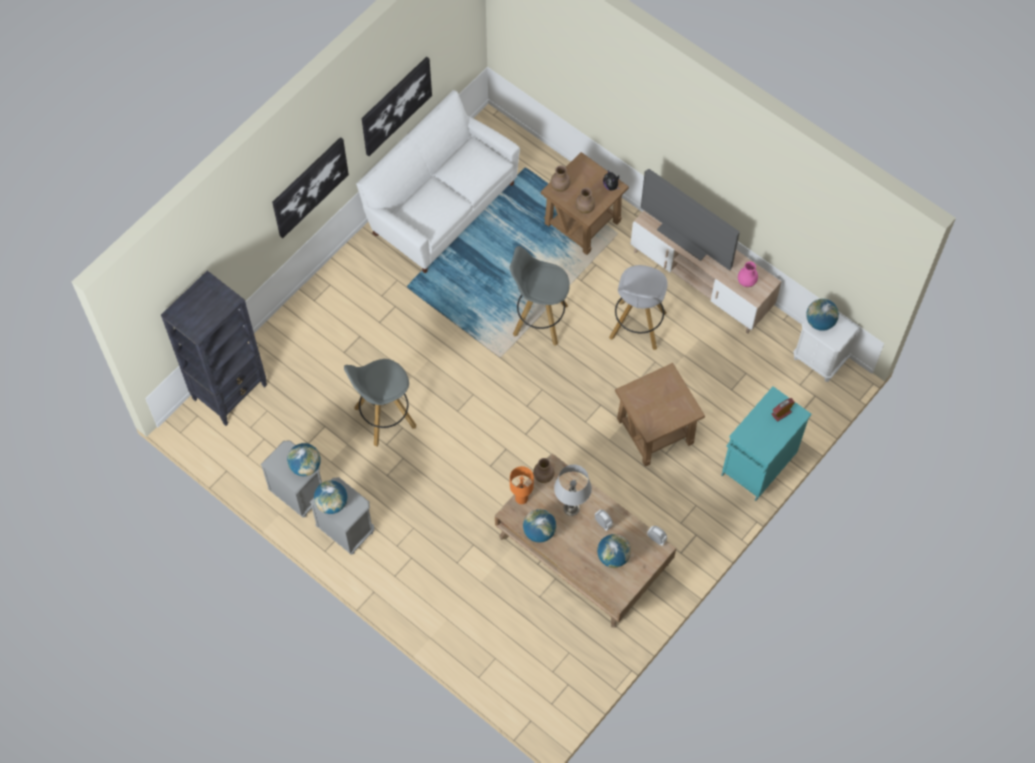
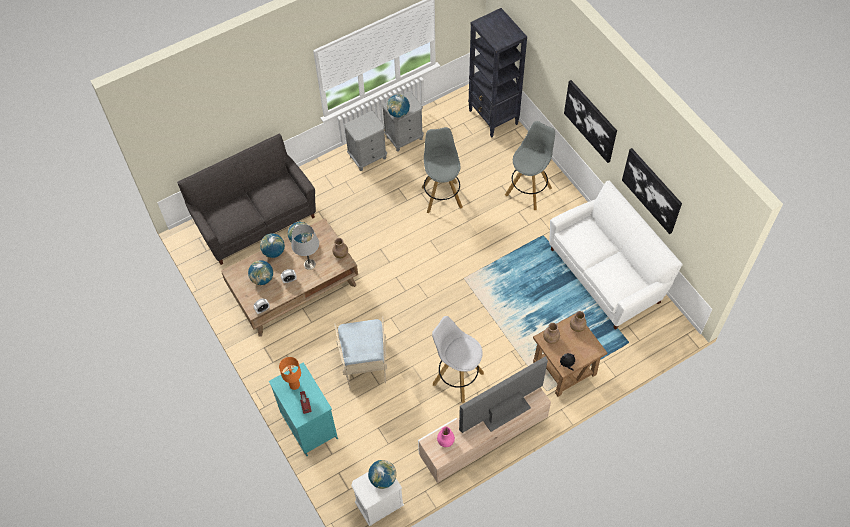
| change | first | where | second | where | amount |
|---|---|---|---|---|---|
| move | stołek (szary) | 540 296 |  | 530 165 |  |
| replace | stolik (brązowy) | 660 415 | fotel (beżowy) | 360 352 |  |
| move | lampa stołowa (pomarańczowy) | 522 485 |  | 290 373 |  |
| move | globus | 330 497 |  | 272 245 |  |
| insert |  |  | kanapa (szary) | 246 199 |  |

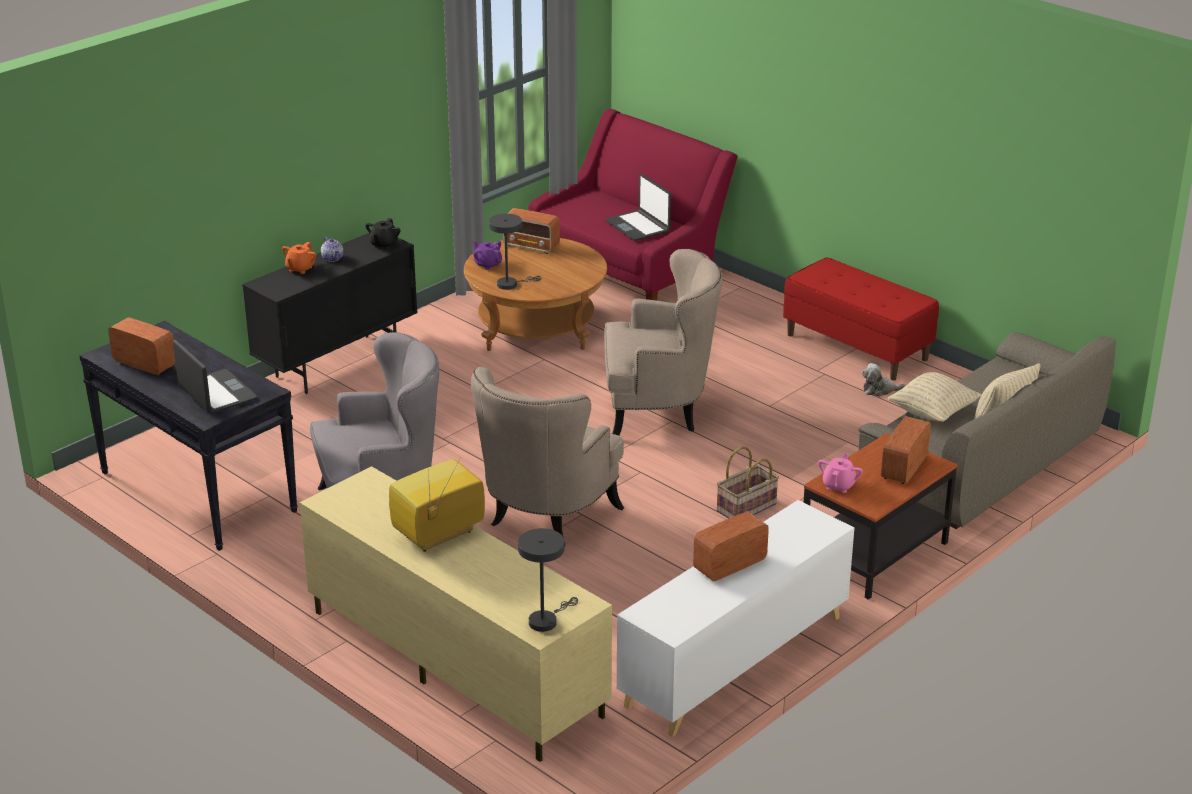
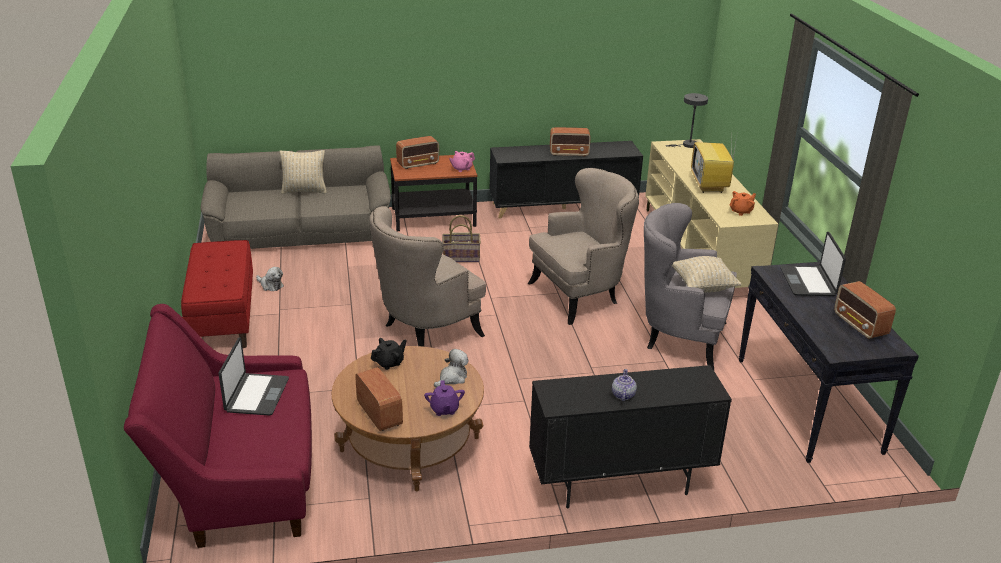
| change | first | where | second | where | amount |
|---|---|---|---|---|---|
| replace | lampa stołowa (szary) | 515 252 | pluszak | 451 368 |  |
| move | imbryk (czarny) | 383 233 |  | 389 354 |  |
| move | imbryk (pomarańczowy) | 299 258 |  | 742 203 |  |
| rotate | fotel (beżowy) | 663 342 |  | 427 276 | 75 degrees counterclockwise |
| move | poduszka (beżowy) | 934 397 |  | 706 274 |  |
| rotate | telewizor | 437 505 |  | 714 164 | 90 degrees clockwise |
| recolor | szafka (biały) | 735 618 | szafka (czarny) | 566 179 |  |

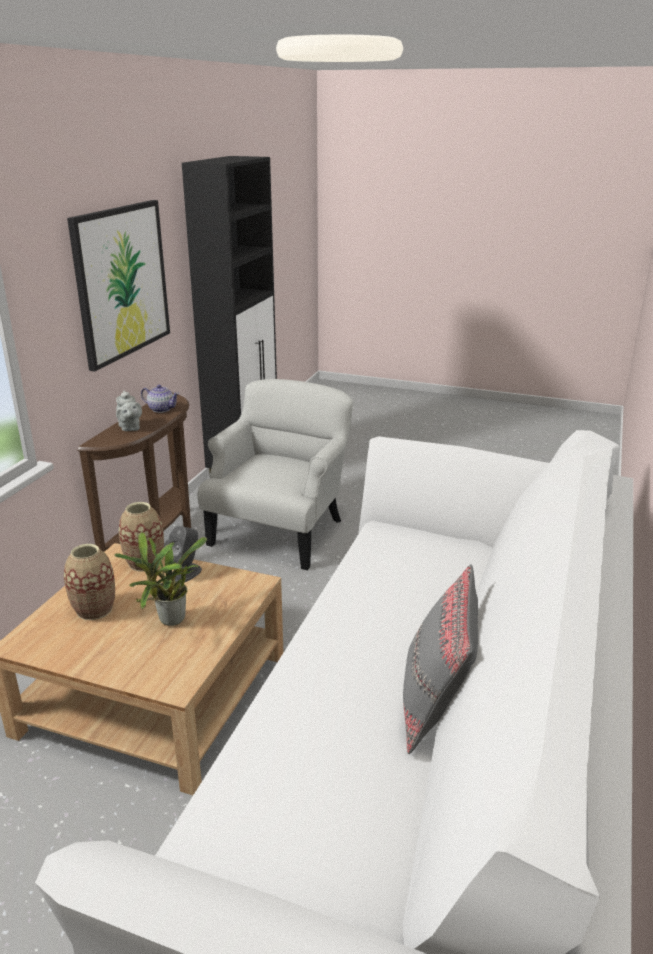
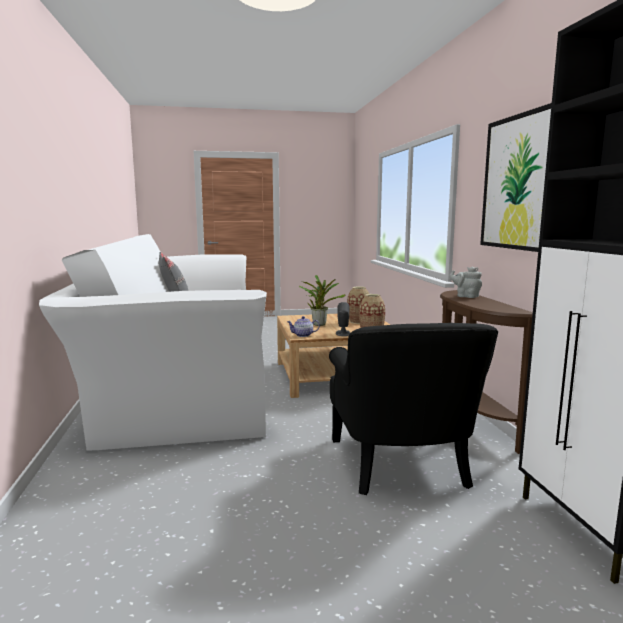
| change | first | where | second | where | amount |
|---|---|---|---|---|---|
| recolor | fotel (biały) | 275 474 | fotel (czarny) | 413 409 |  |
| move | imbryk | 160 399 |  | 303 326 |  |

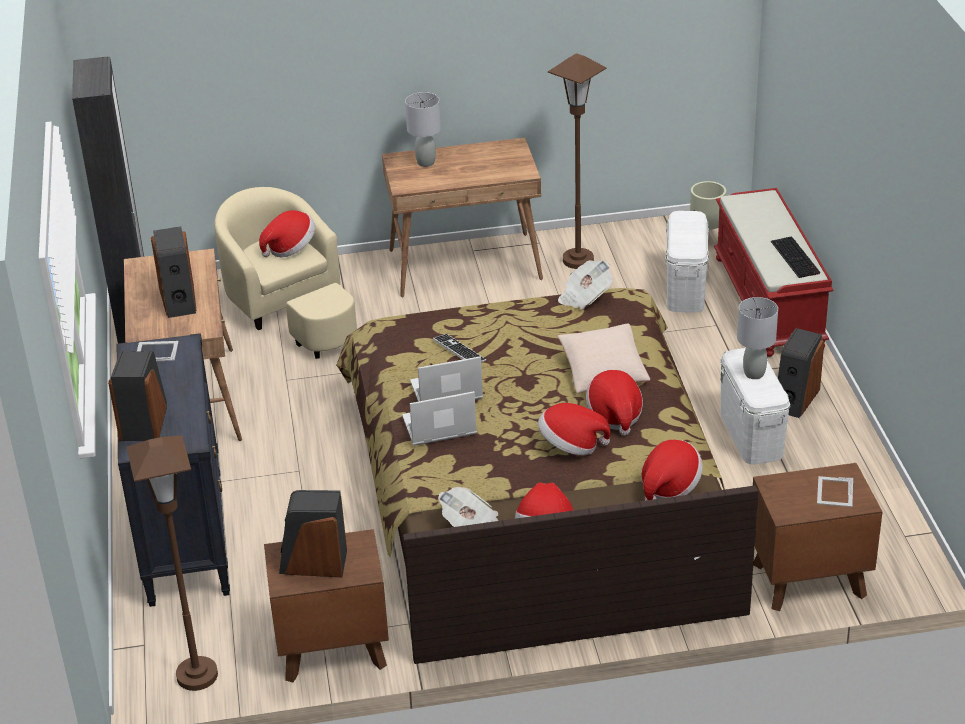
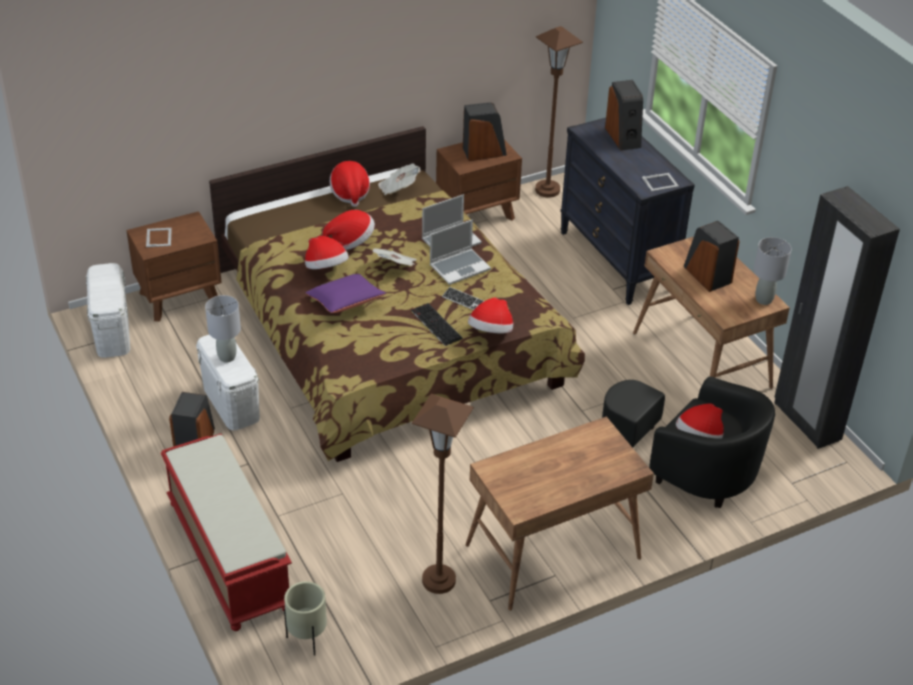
| change | first | where | second | where | amount |
|---|---|---|---|---|---|
| move | lampa stołowa (szary) | 423 129 |  | 773 271 |  |
| recolor | fotel (beżowy) | 285 273 | fotel (czarny) | 688 442 |  |
| move | pojemnik do przechowywania (biały) | 687 262 |  | 108 310 |  |
| move | klawiatura | 795 257 |  | 437 324 |  |
| move | gazeta | 585 284 |  | 395 257 |  |
| recolor | poduszka (beżowy) | 603 358 | poduszka (fioletowy) | 346 293 |  |
| move | kapelusz | 672 470 |  | 490 316 |  |

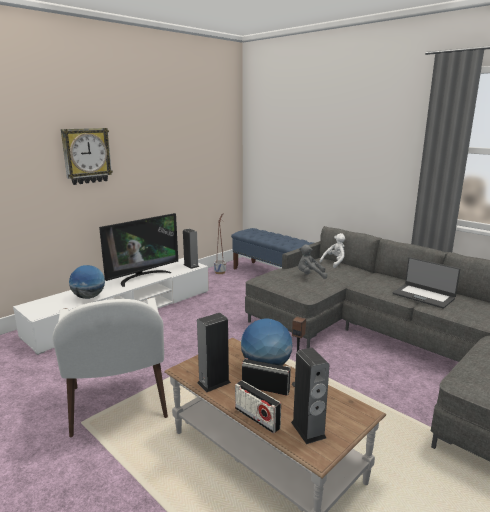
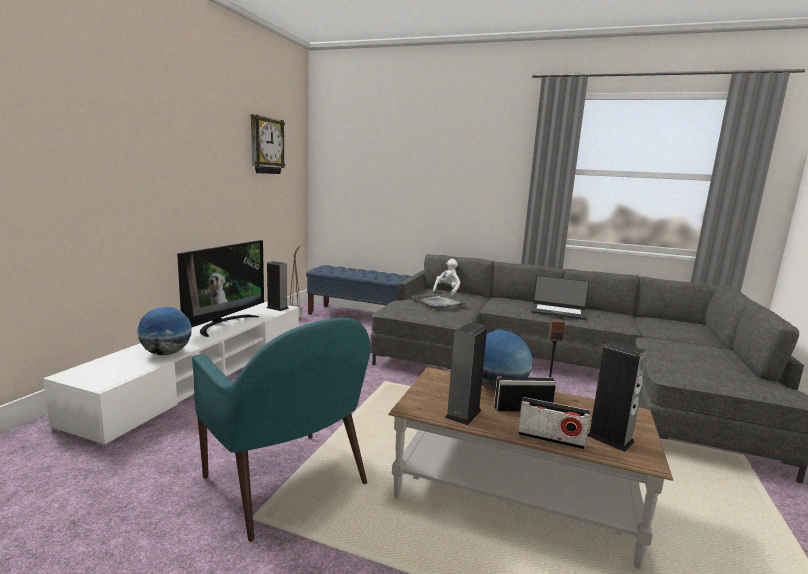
| change | first | where | second | where | amount |
|---|---|---|---|---|---|
| move | zegar ścienny | 87 156 |  | 268 144 |  |
| replace | pluszak (szary) | 312 262 | taca (szary) | 440 301 |  |
| recolor | fotel (biały) | 110 367 | fotel (turkusowy) | 281 430 |  |

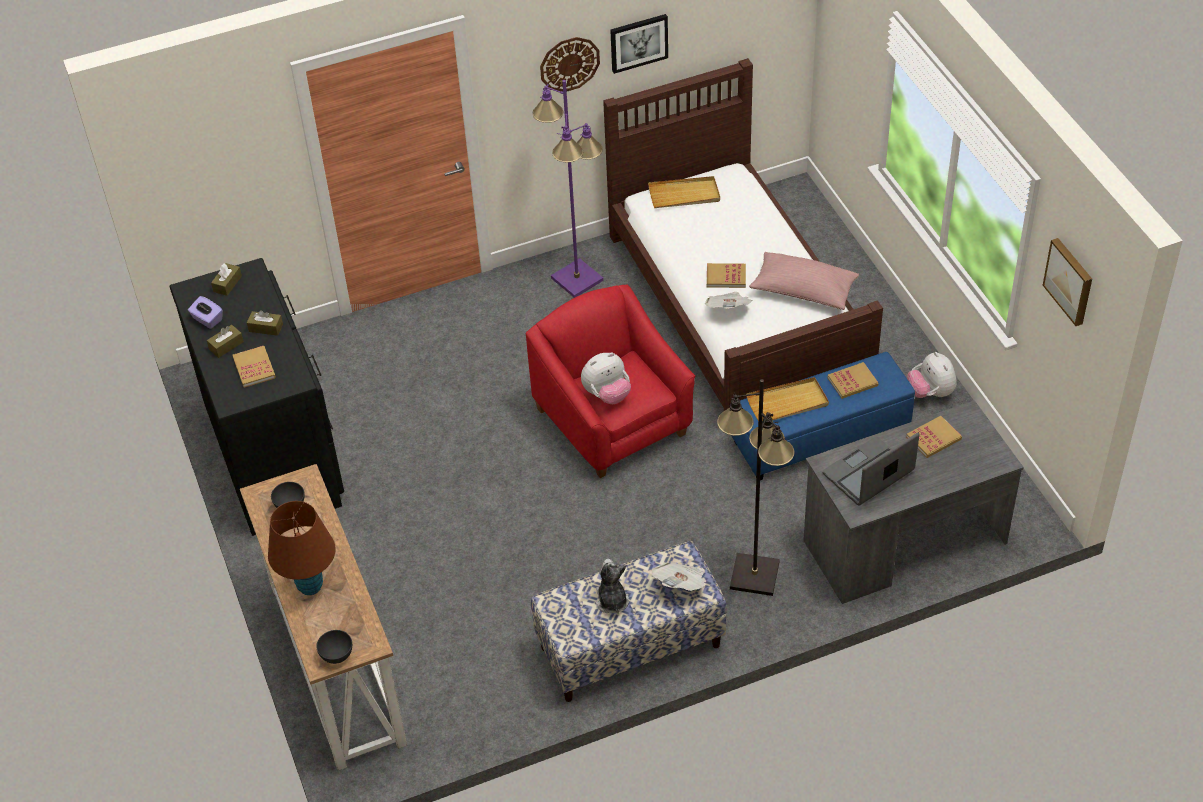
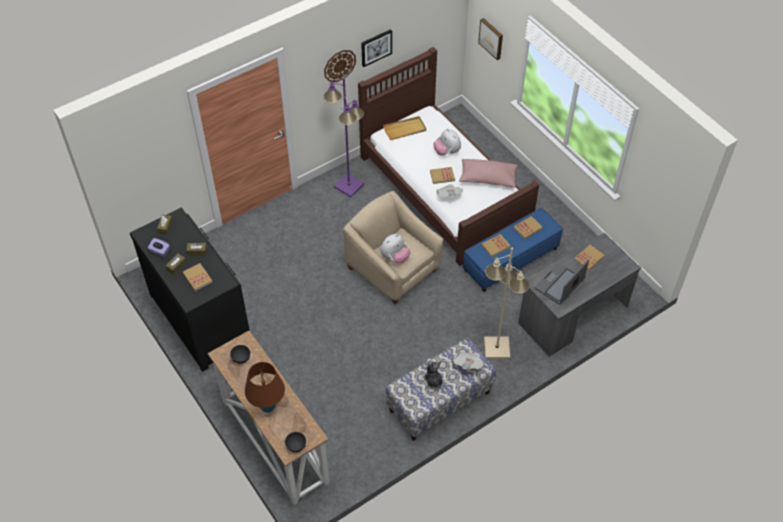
| change | first | where | second | where | amount |
|---|---|---|---|---|---|
| move | obraz | 1067 282 |  | 490 39 |  |
| recolor | fotel (czerwony) | 610 381 | fotel (beżowy) | 393 247 |  |
| move | pluszak | 931 375 |  | 447 142 |  |
| replace | taca (beżowy) | 787 399 | książka | 496 245 |  |
| recolor | lampa stojąca (czarny) | 756 487 | lampa stojąca (beżowy) | 507 303 |  |

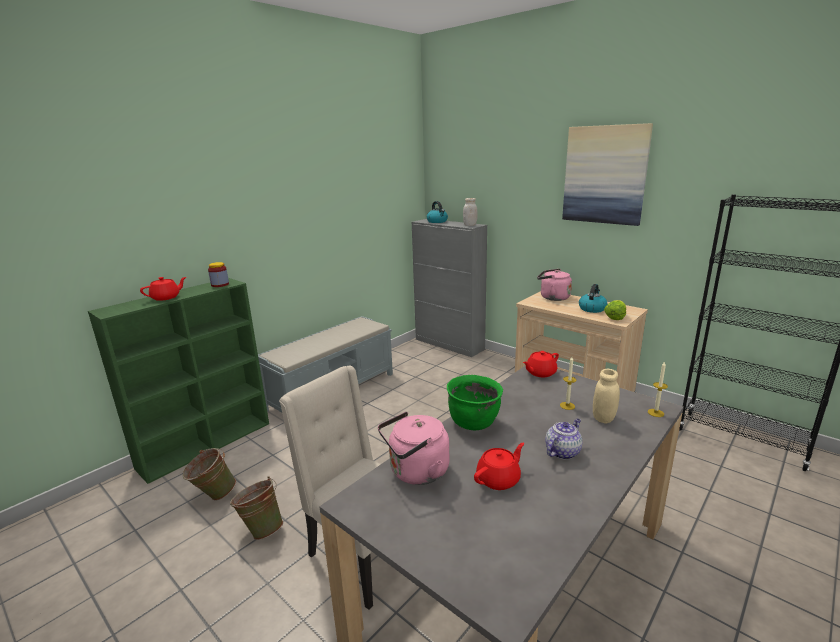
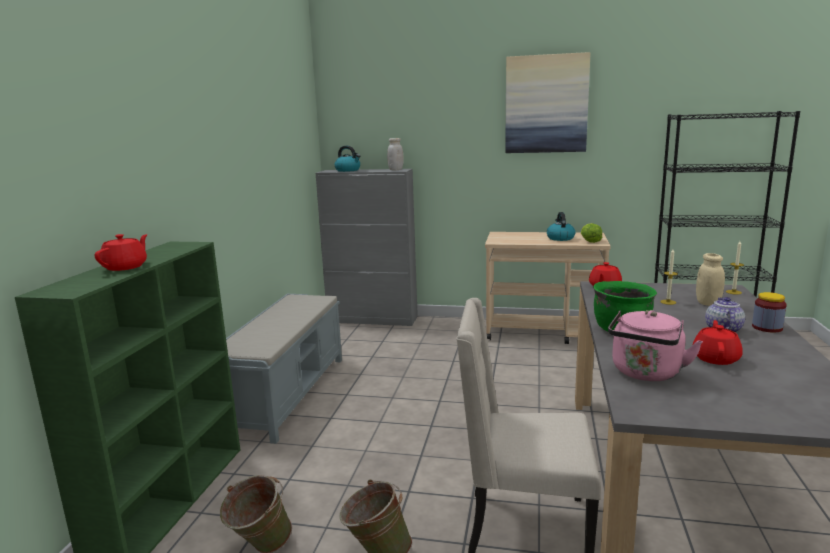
| change | first | where | second | where | amount |
|---|---|---|---|---|---|
| move | słoik | 218 274 |  | 769 312 |  |
| delete | czajnik (różowy) | 554 285 |  |  |  |

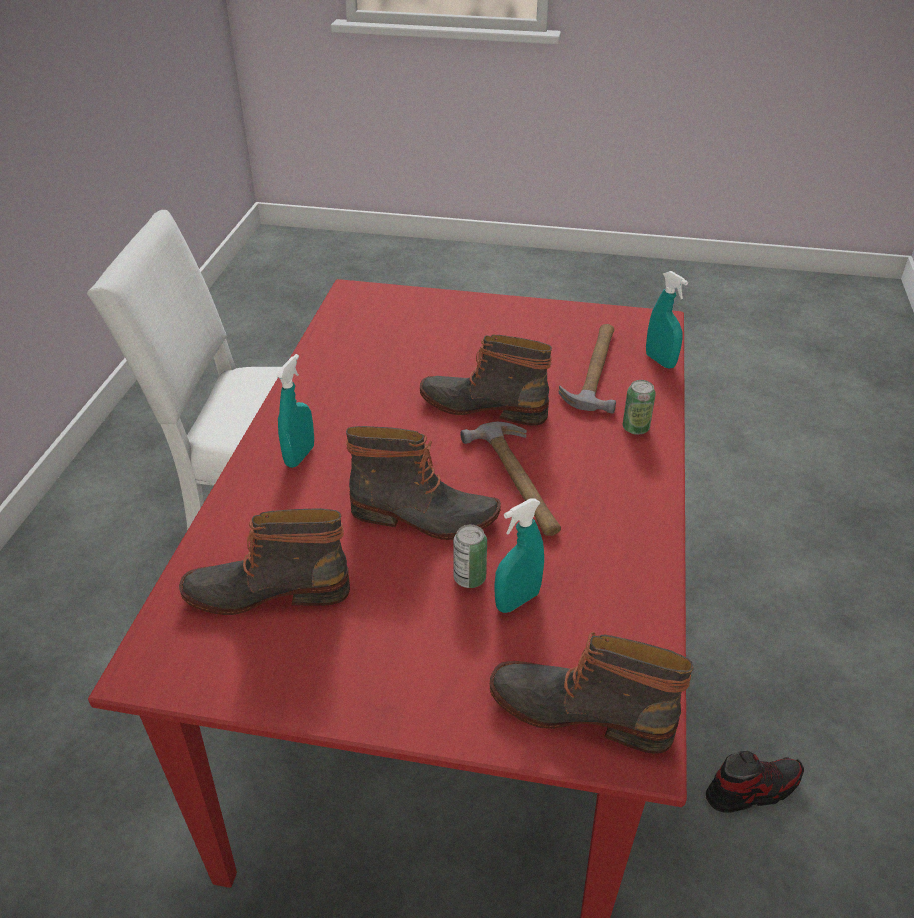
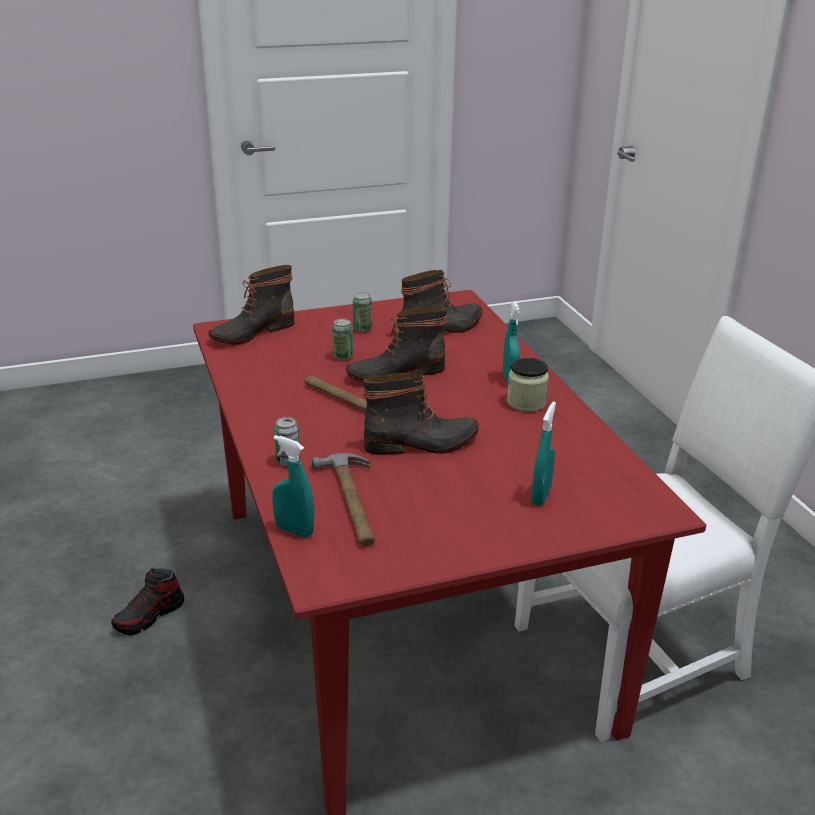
| change | first | where | second | where | amount |
|---|---|---|---|---|---|
| move | spryskiwacz (turkusowy) | 519 555 |  | 543 453 |  |
| rotate | but z cholewką | 591 693 |  | 251 305 | 150 degrees clockwise |
| insert |  |  | puszka | 362 312 |  |
| insert |  |  | słoik | 528 385 |  |

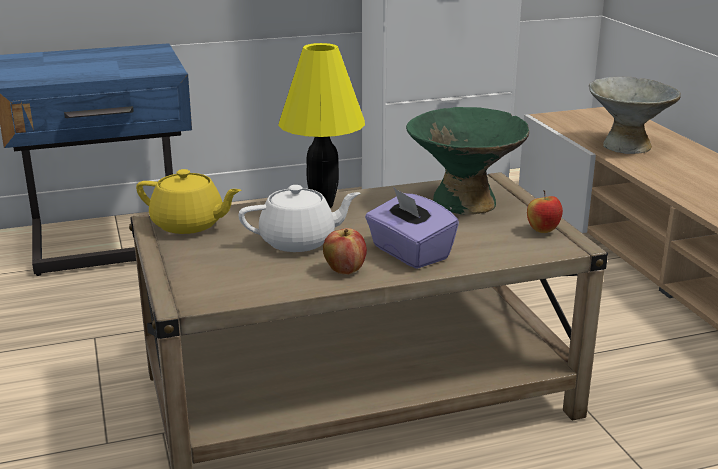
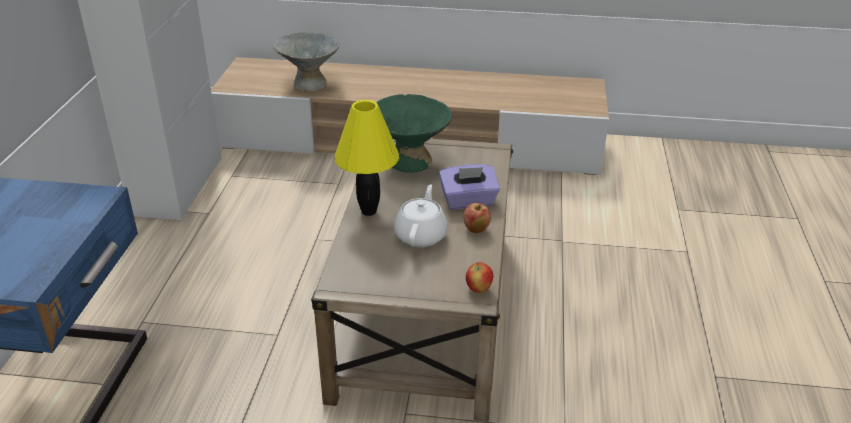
| change | first | where | second | where | amount |
|---|---|---|---|---|---|
| delete | imbryk (żółty) | 188 201 |  |  |  |
| move | jabłko | 545 211 |  | 479 277 |  |

